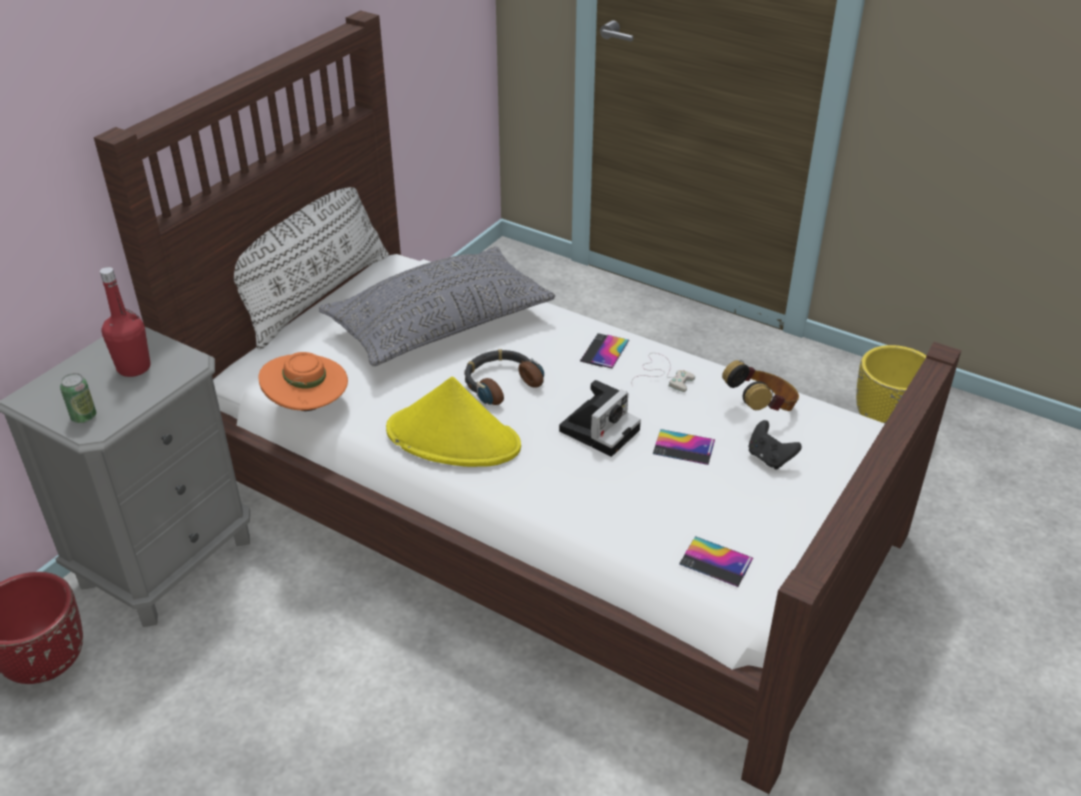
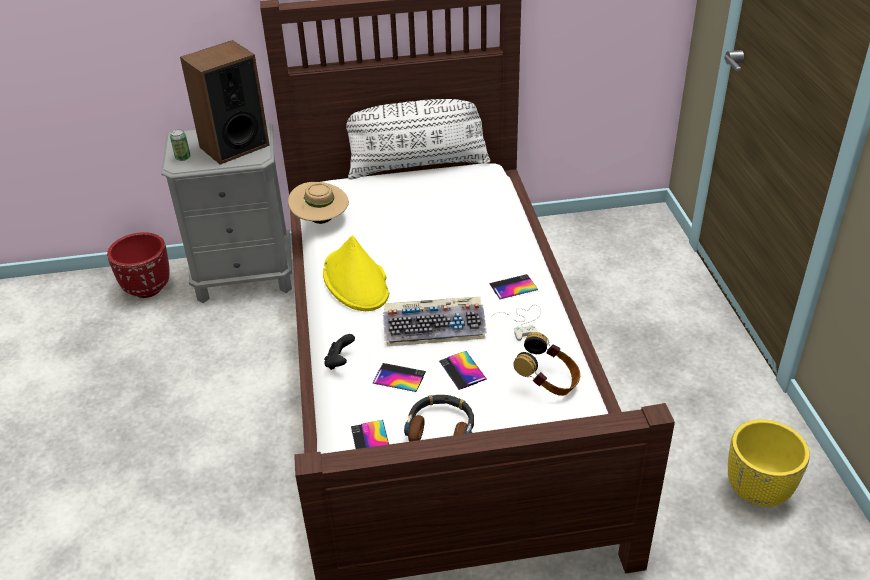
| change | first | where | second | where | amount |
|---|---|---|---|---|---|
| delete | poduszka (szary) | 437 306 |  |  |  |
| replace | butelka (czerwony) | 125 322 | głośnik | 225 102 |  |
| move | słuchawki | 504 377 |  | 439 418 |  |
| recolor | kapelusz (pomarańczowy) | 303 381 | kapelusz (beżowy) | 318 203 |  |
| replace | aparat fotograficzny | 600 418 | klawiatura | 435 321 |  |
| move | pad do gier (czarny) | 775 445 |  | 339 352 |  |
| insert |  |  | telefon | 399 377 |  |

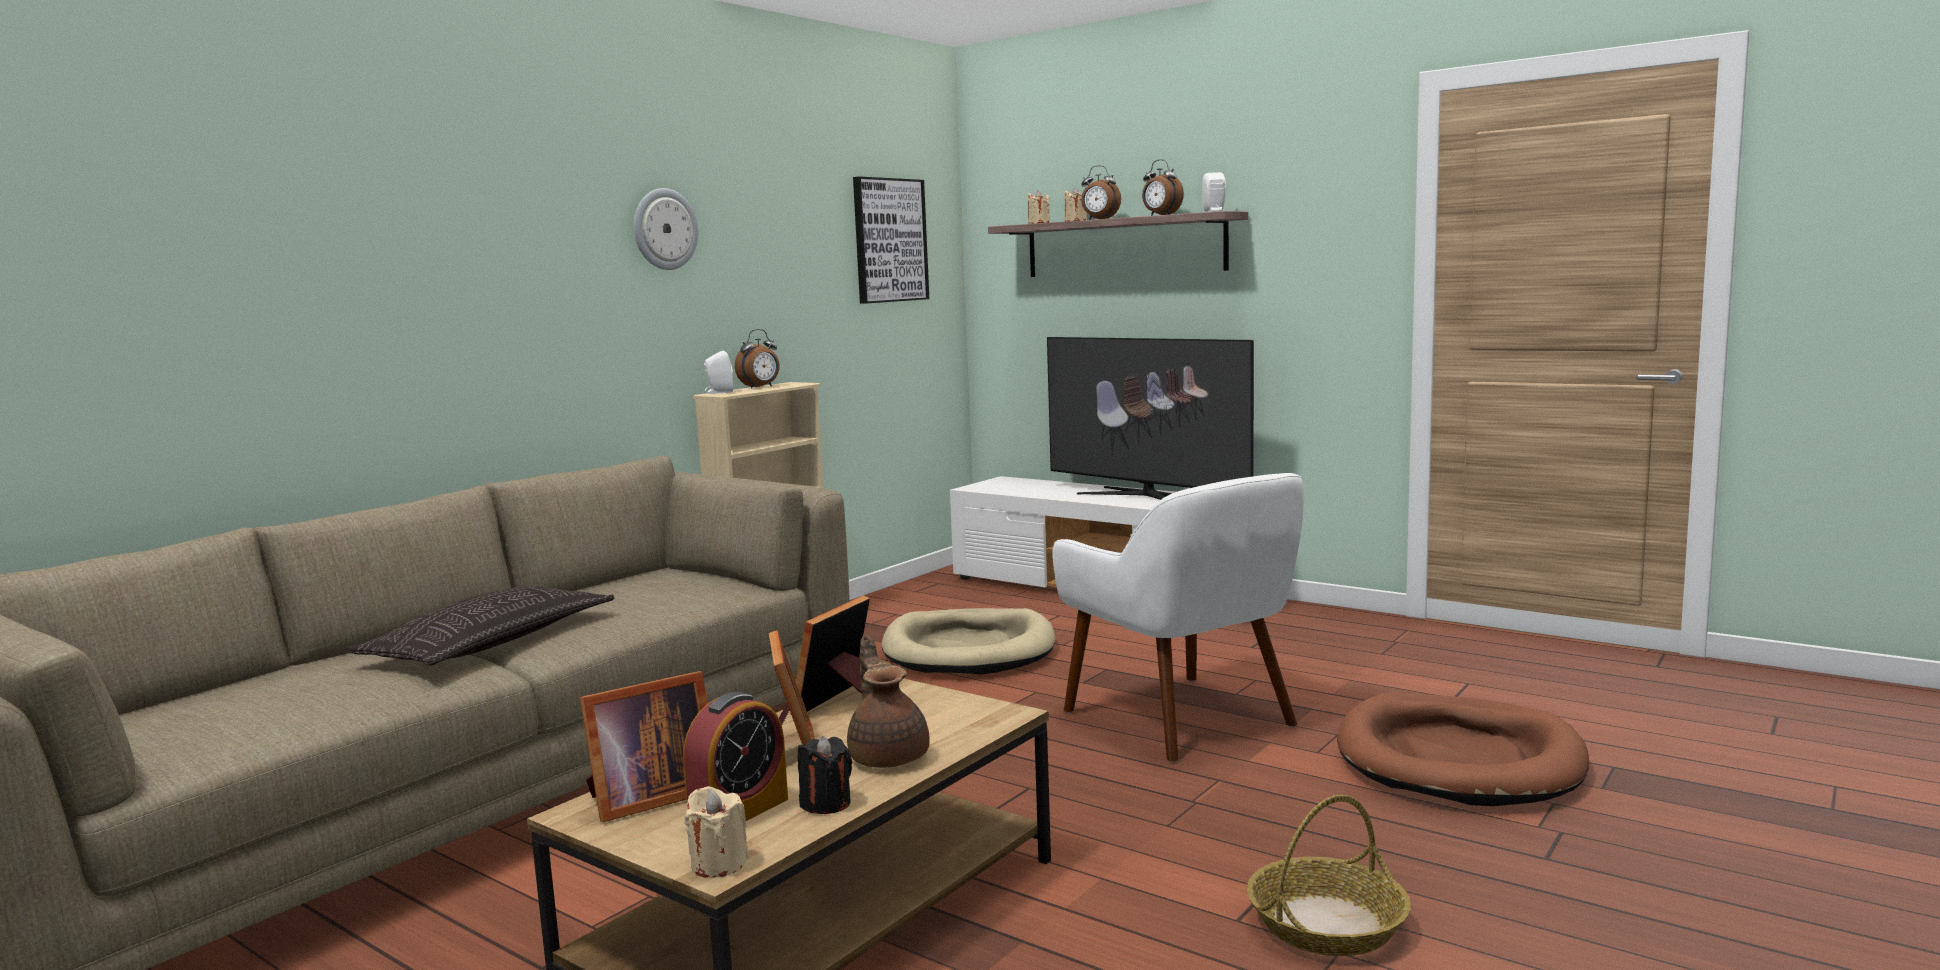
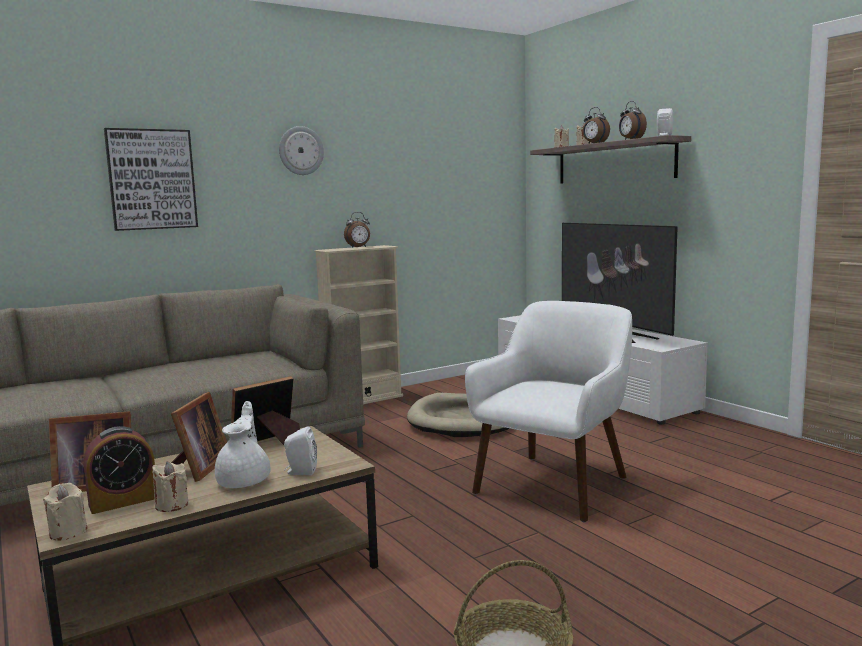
| change | first | where | second | where | amount |
|---|---|---|---|---|---|
| move | obraz | 891 240 |  | 151 179 |  |
| move | głośnik (biały) | 718 372 |  | 300 450 |  |
| rotate | fotel (biały) | 1178 617 |  | 548 411 | 135 degrees counterclockwise |
| delete | poduszka | 481 626 |  |  |  |
| recolor | imbryk (brązowy) | 888 701 | imbryk (biały) | 242 444 |  |
| delete | legowisko (brązowy) | 1463 750 |  |  |  |
| recolor | świeca (czarny) | 825 775 | świeca (beżowy) | 170 487 |  |

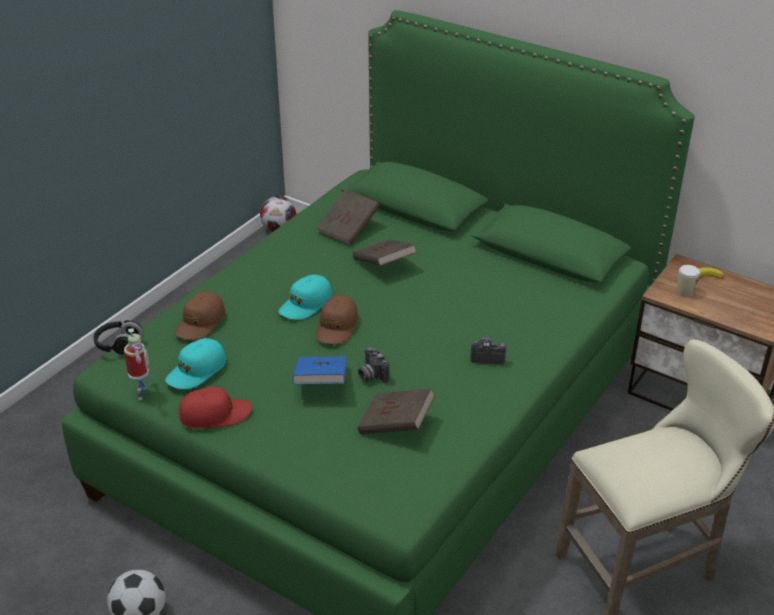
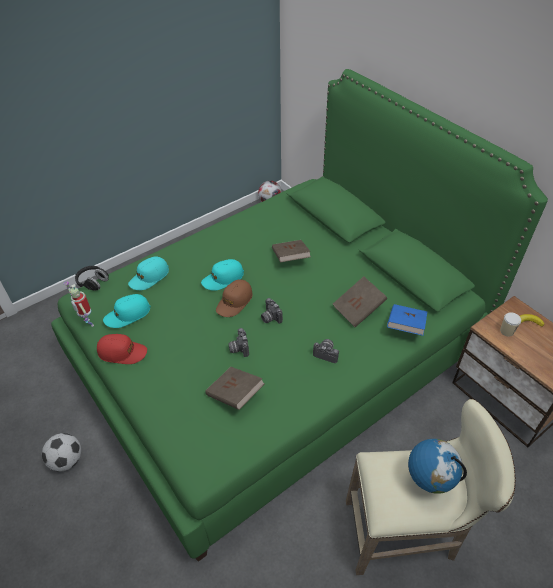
| change | first | where | second | where | amount |
|---|---|---|---|---|---|
| move | książka (brązowy) | 348 217 |  | 360 301 |  |
| recolor | czapka z daszkiem (brązowy) | 200 315 | czapka z daszkiem (turkusowy) | 148 273 |  |
| rotate | robot zabawkowy | 136 364 |  | 79 304 | 135 degrees clockwise |
| move | książka (niebieski) | 319 370 |  | 407 320 |  |
| insert |  |  | aparat fotograficzny | 272 311 |  |
| insert |  |  | globus | 437 466 |  |

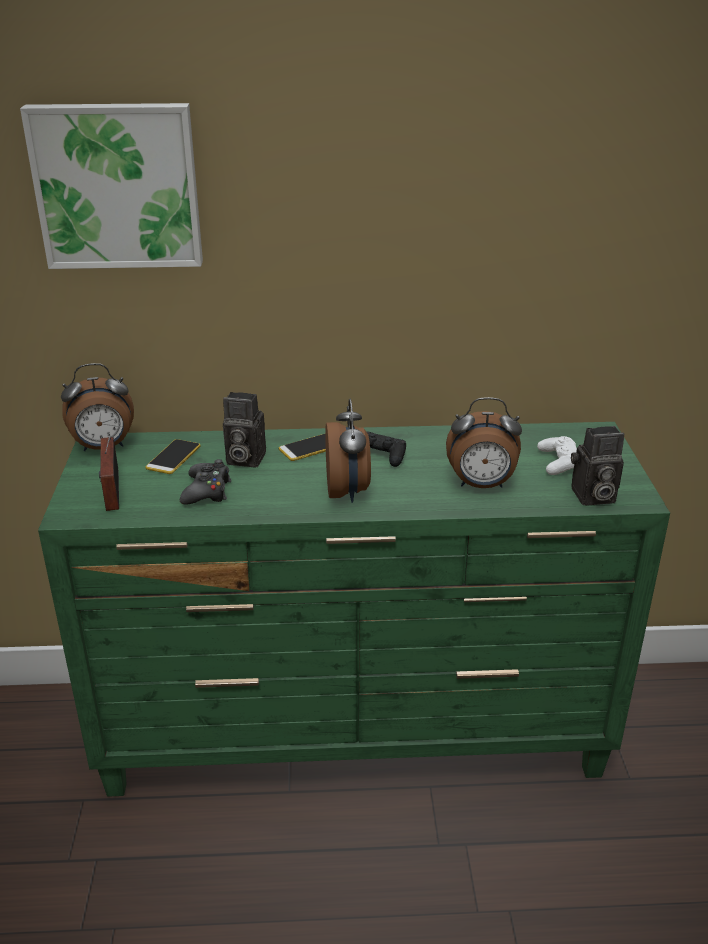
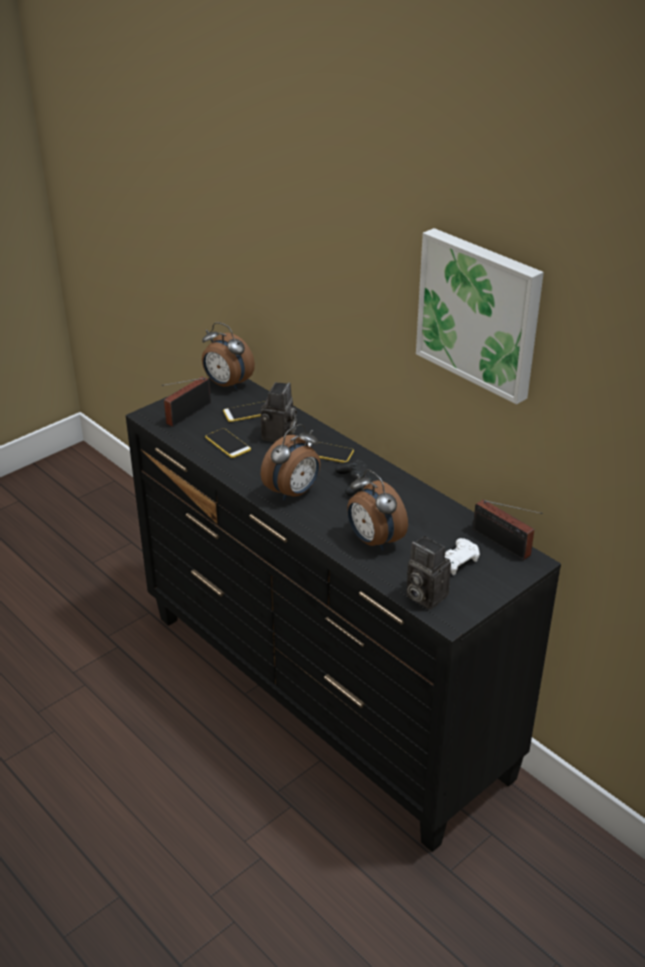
| change | first | where | second | where | amount |
|---|---|---|---|---|---|
| move | obraz | 111 186 |  | 480 316 |  |
| rotate | aparat fotograficzny | 244 430 |  | 279 412 | 135 degrees counterclockwise |
| recolor | komoda (zielony) | 354 609 | komoda (czarny) | 343 615 |  |
| replace | pad do gier (czarny) | 205 482 | telefon | 228 443 |  |
| insert |  |  | radio | 508 530 |  |

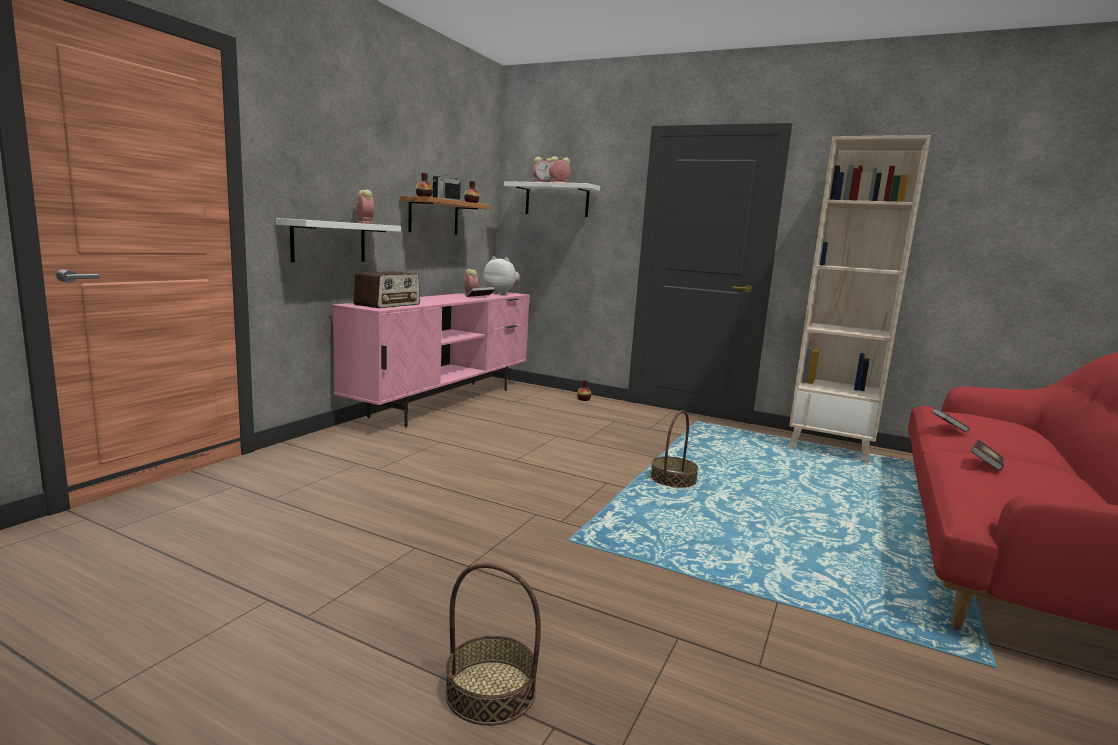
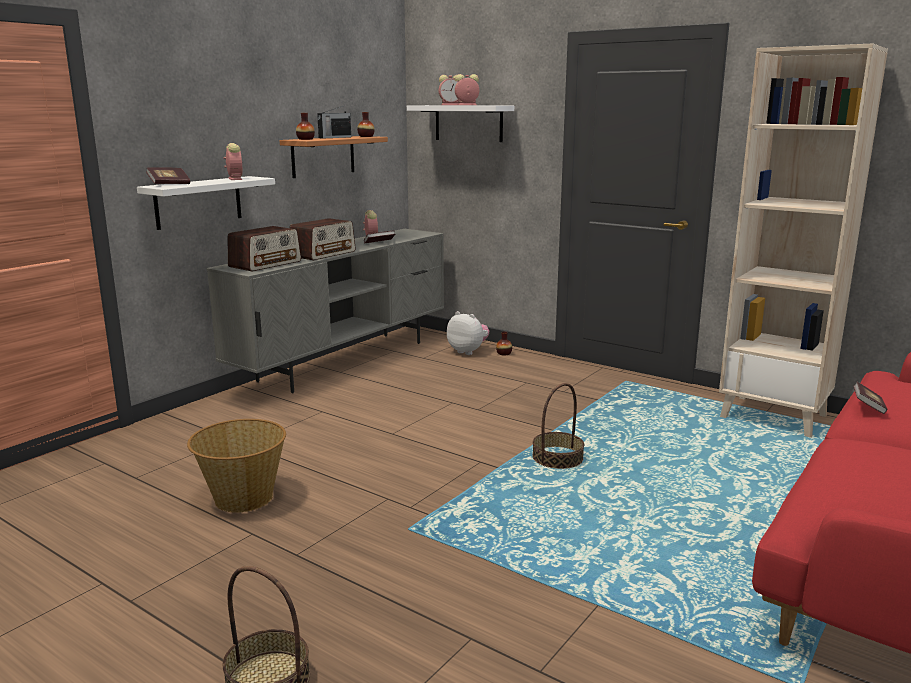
| change | first | where | second | where | amount |
|---|---|---|---|---|---|
| move | pluszak | 501 276 |  | 468 333 |  |
| recolor | szafka pod telewizor (różowy) | 431 359 | szafka pod telewizor (szary) | 325 311 |  |
| move | książka | 987 455 |  | 168 175 |  |
| insert |  |  | radio | 323 239 |  |
| insert |  |  | koszyk | 236 465 |  |

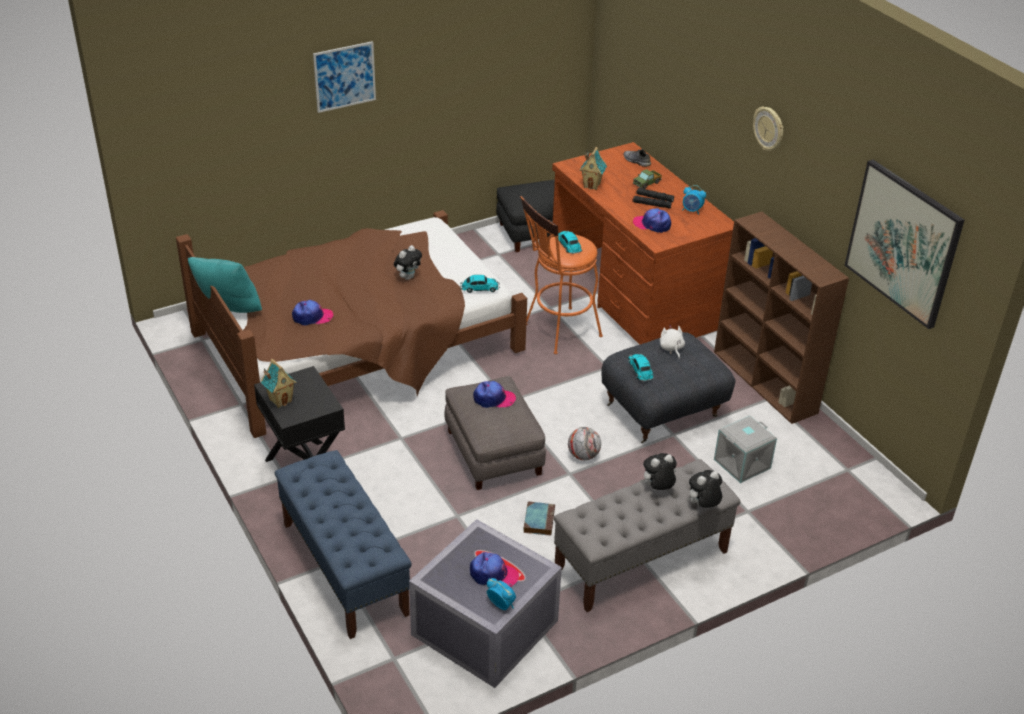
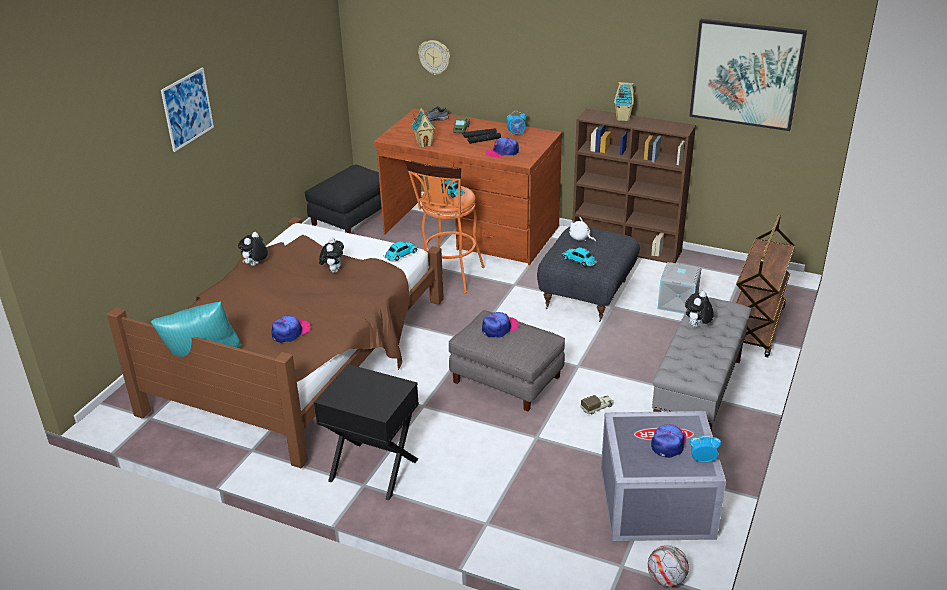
| change | first | where | second | where | amount |
|---|---|---|---|---|---|
| move | zegar ścienny | 768 128 |  | 434 57 |  |
| move | domek | 278 383 |  | 624 101 |  |
| move | piłka futbolowa | 584 443 |  | 668 566 |  |
| delete | ławka (niebieski) | 343 544 |  |  |  |
| move | pluszak | 704 489 |  | 253 249 |  |
| replace | książka | 539 518 | ciężarówka zabawkowa | 597 404 |  |
| rotate | czapka z daszkiem | 494 569 |  | 668 441 | 45 degrees counterclockwise |
| insert |  |  | wózek (brązowy) | 765 286 |  |

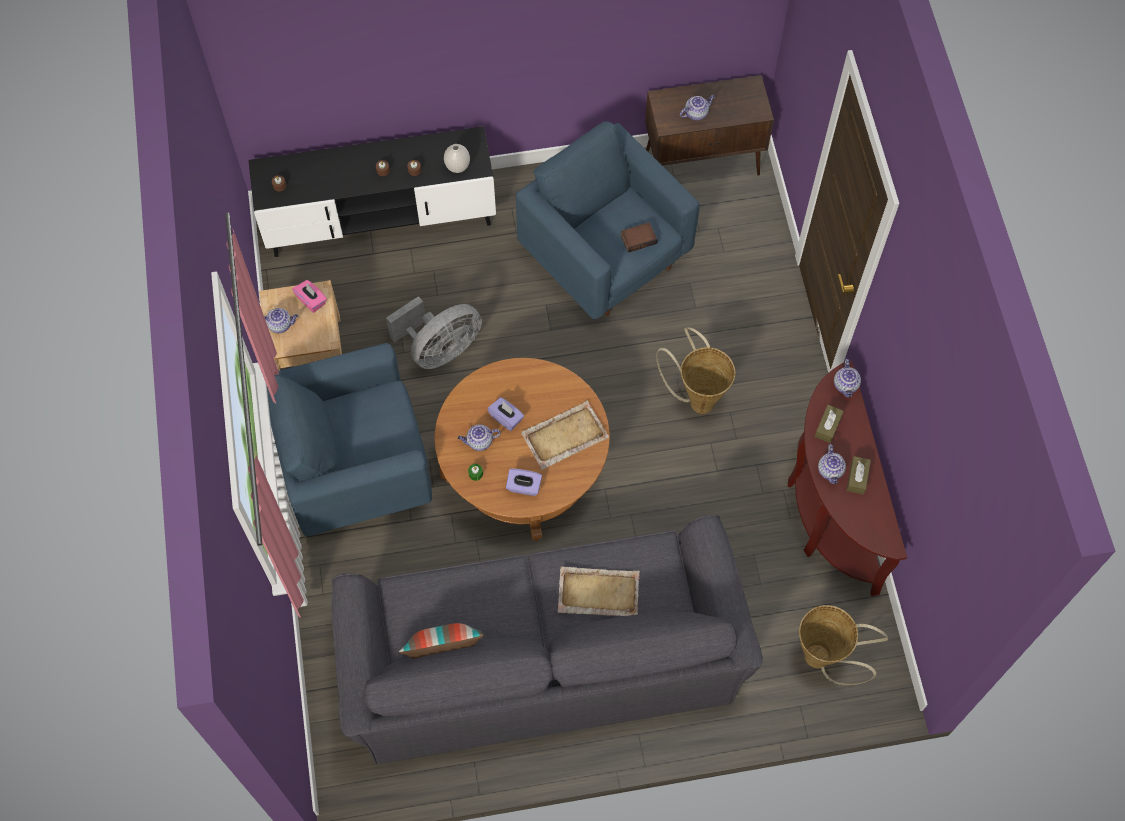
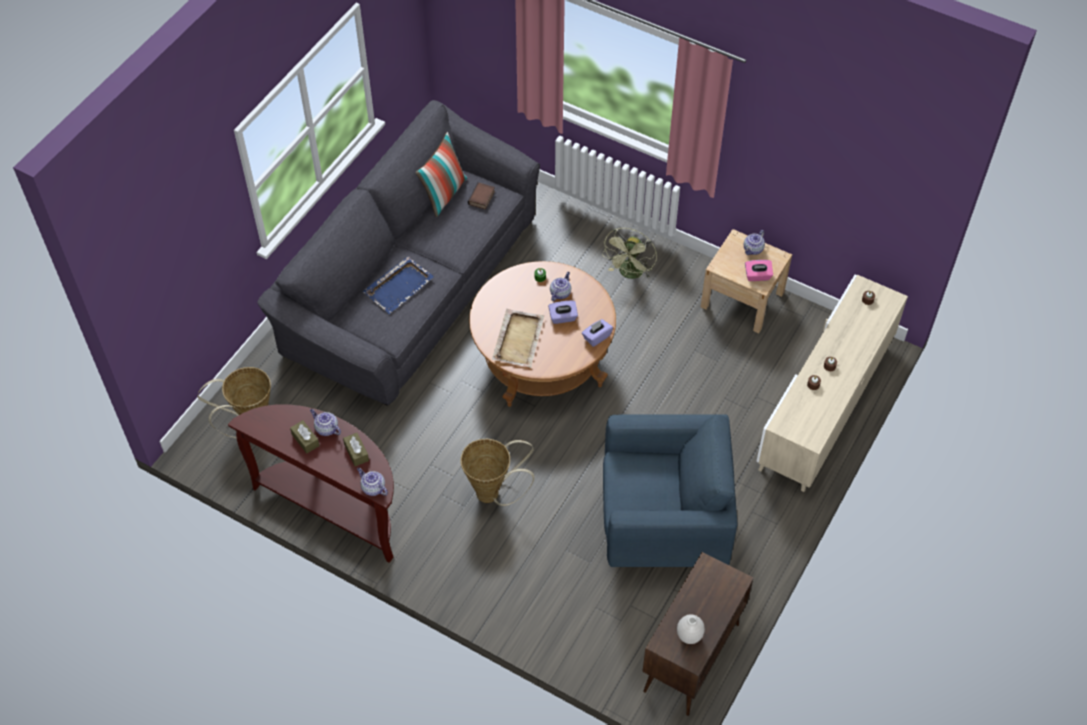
| change | first | where | second | where | amount |
|---|---|---|---|---|---|
| delete | imbryk | 697 108 |  |  |  |
| recolor | szafka pod telewizor (czarny) | 372 191 | szafka pod telewizor (beżowy) | 832 383 |  |
| move | wazon (biały) | 457 158 |  | 691 629 |  |
| move | książka | 639 237 |  | 481 195 |  |
| delete | wentylator (szary) | 434 332 |  |  |  |
| replace | fotel (niebieski) | 349 439 | wentylator (zielony) | 630 253 |  |
| move | pudełko chusteczek (fioletowy) | 524 482 |  | 597 333 |  |
| recolor | taca (beżowy) | 598 591 | taca (niebieski) | 398 285 |  |

